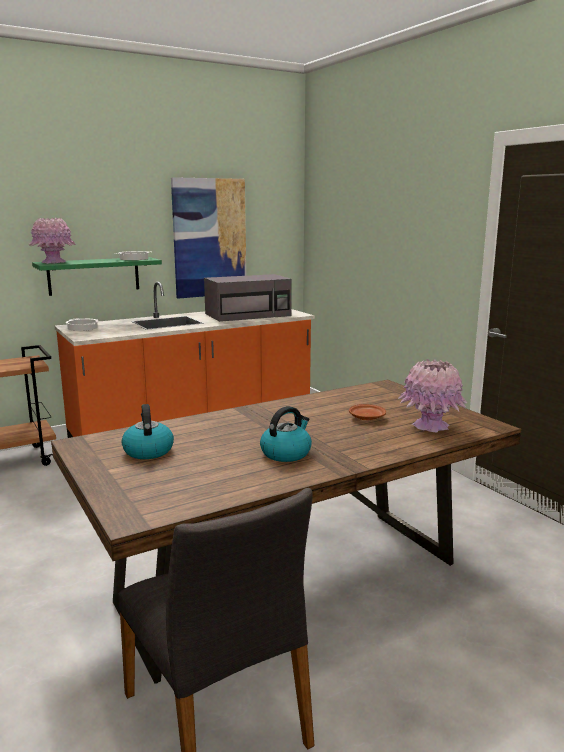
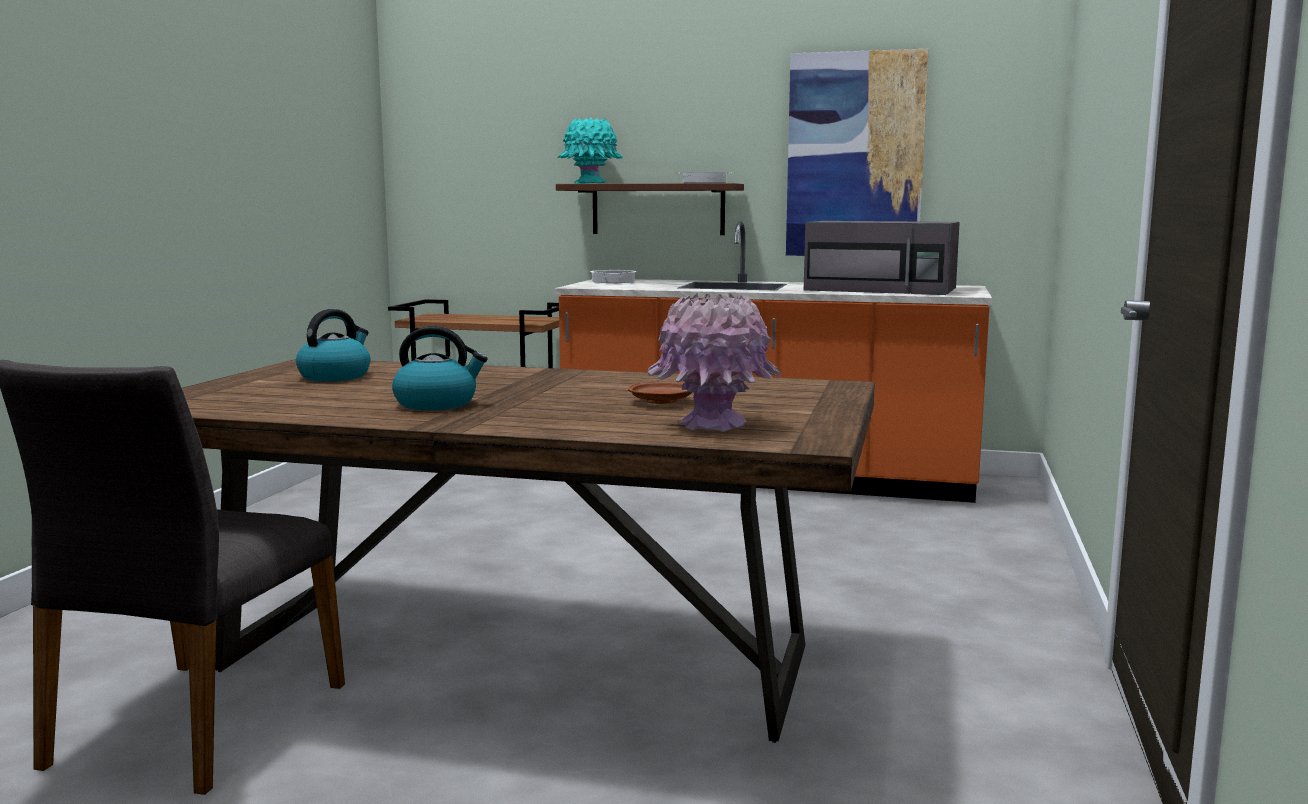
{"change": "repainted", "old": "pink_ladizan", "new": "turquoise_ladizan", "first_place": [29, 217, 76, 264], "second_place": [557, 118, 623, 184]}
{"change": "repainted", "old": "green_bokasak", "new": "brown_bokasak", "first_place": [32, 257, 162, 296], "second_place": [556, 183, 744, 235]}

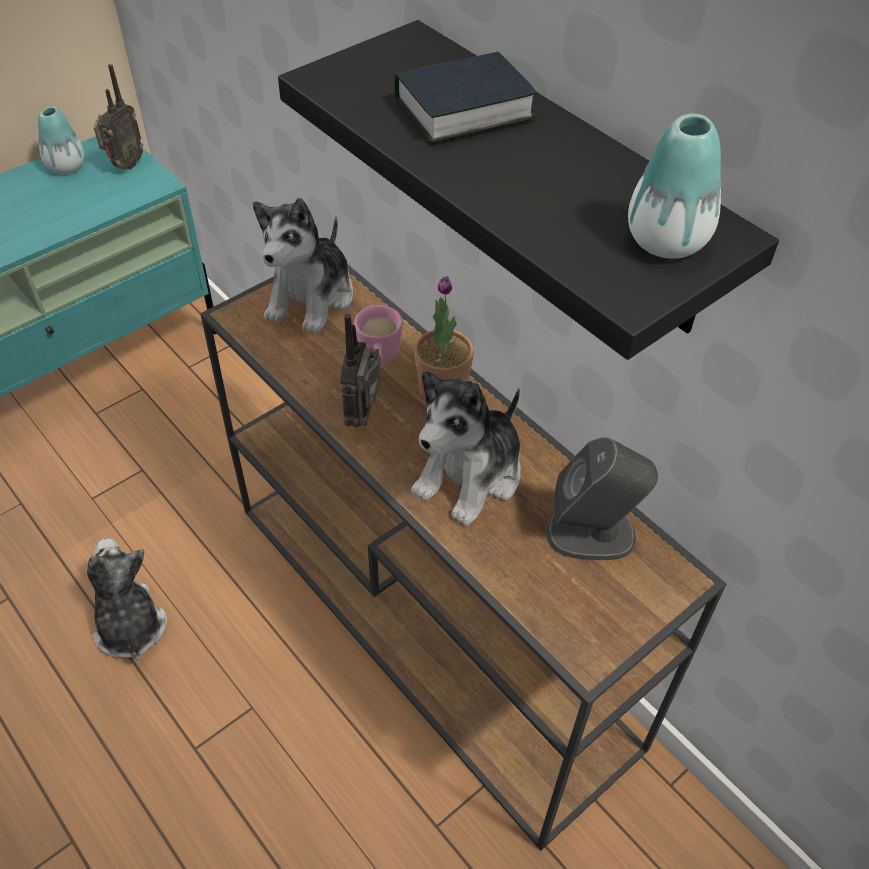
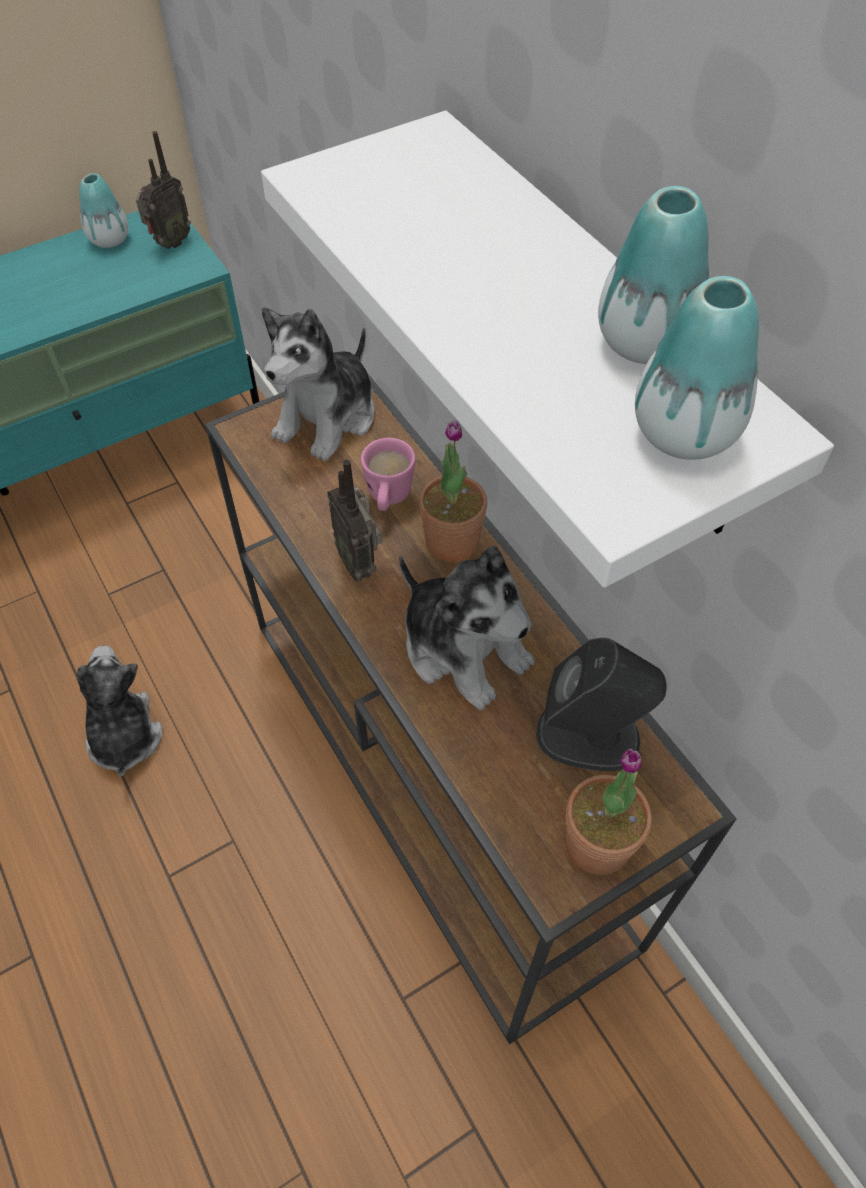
{"change": "repainted", "old": "black_bokasak", "new": "white_bokasak", "first_place": [278, 20, 779, 360], "second_place": [261, 111, 834, 588]}
{"change": "gone", "old": "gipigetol", "first_place": [394, 51, 537, 143]}
{"change": "rotated", "old": "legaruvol", "first_place": [341, 314, 381, 427], "second_place": [327, 460, 383, 582], "degrees": -45}
{"change": "rotated", "old": "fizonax", "first_place": [411, 371, 521, 526], "second_place": [399, 546, 535, 710], "degrees": -90}
{"change": "new", "new": "ladizan", "second_place": [598, 186, 709, 364]}
{"change": "new", "new": "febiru", "second_place": [565, 749, 652, 875]}

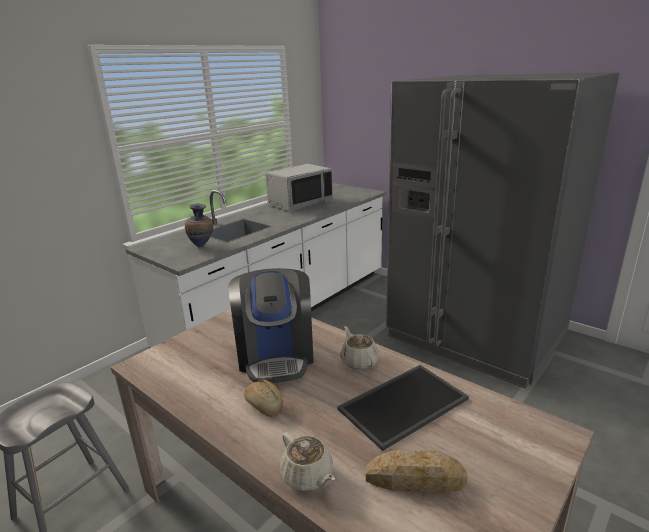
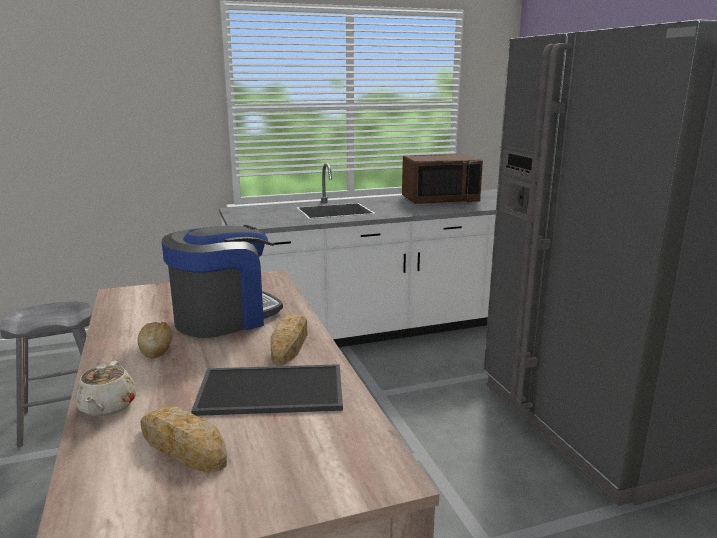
{"change": "repainted", "old": "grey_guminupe", "new": "brown_guminupe", "first_place": [265, 164, 333, 212], "second_place": [402, 154, 483, 204]}
{"change": "gone", "old": "ladizan", "first_place": [185, 204, 213, 247]}
{"change": "rotated", "old": "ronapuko", "first_place": [228, 268, 314, 383], "second_place": [162, 225, 283, 338], "degrees": -150}
{"change": "swapped", "old": "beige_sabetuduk", "new": "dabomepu", "first_place": [340, 326, 379, 370], "second_place": [270, 314, 307, 365]}

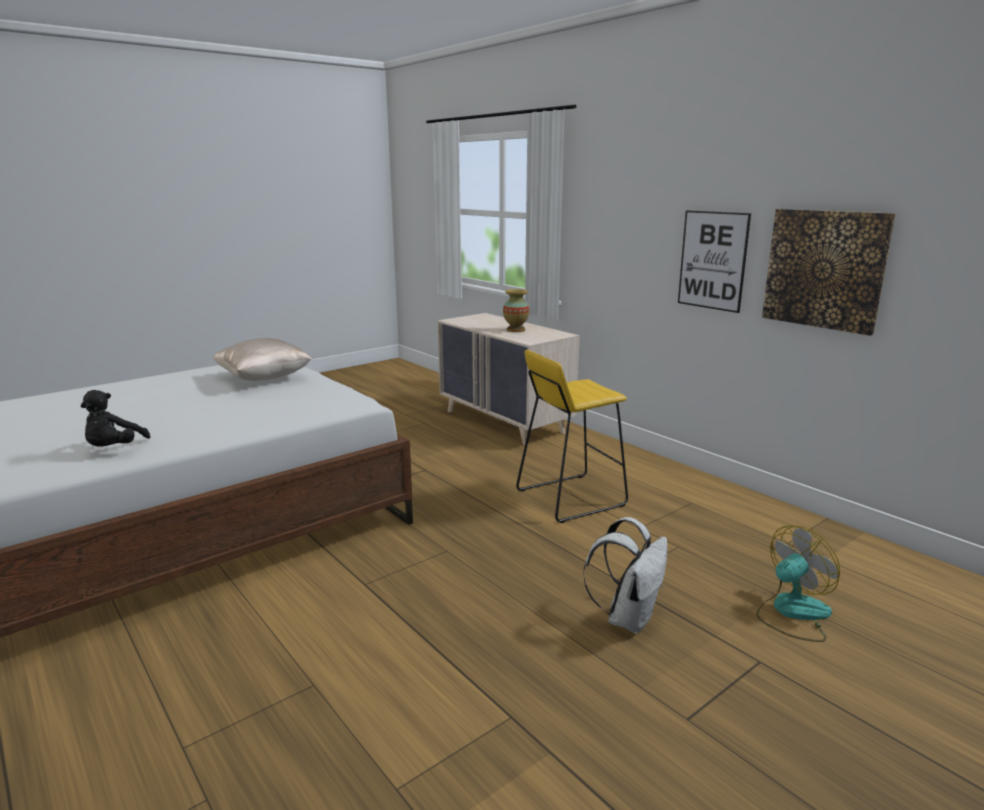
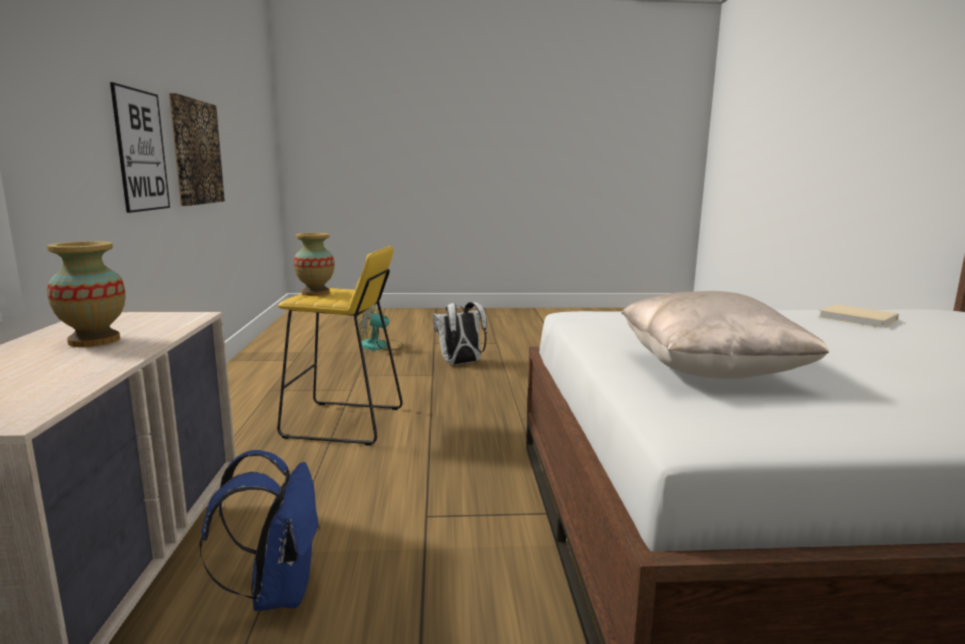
{"change": "swapped", "old": "black_fizonax", "new": "beige_gipigetol", "first_place": [81, 390, 150, 447], "second_place": [819, 304, 899, 328]}
{"change": "new", "new": "ladizan", "second_place": [294, 233, 334, 296]}
{"change": "new", "new": "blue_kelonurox", "second_place": [199, 450, 320, 611]}

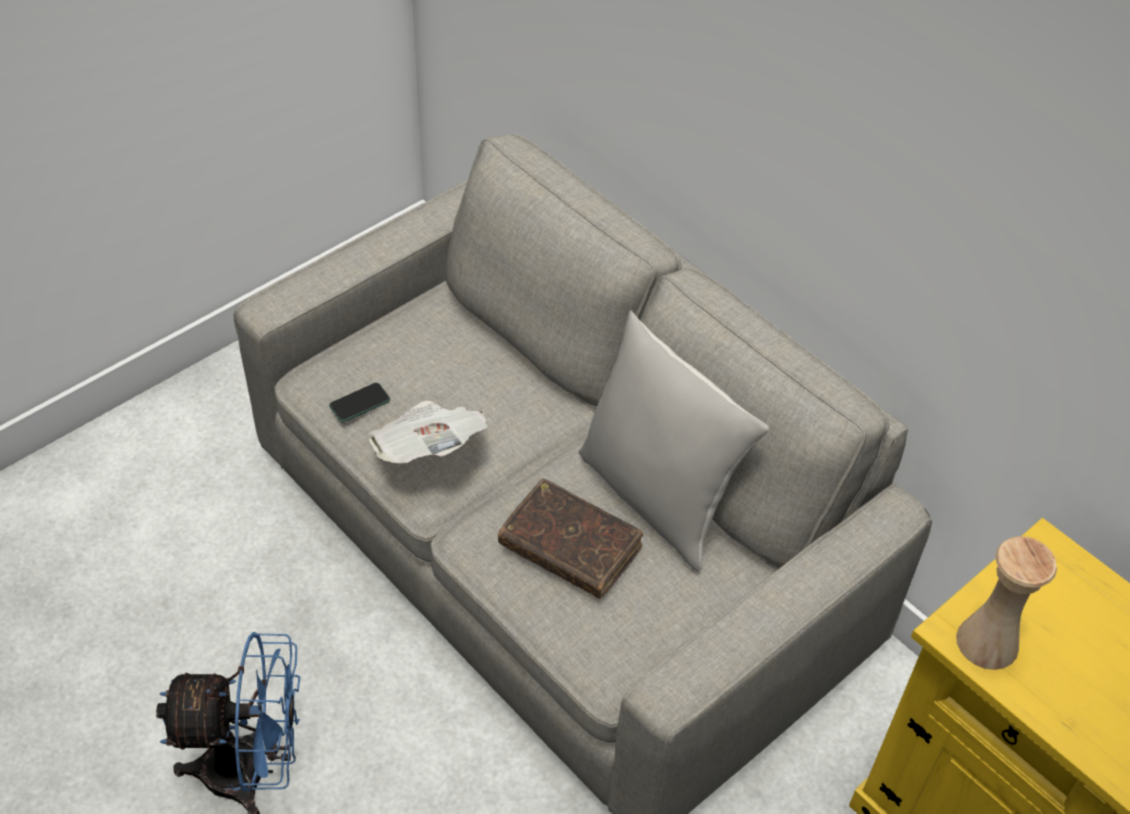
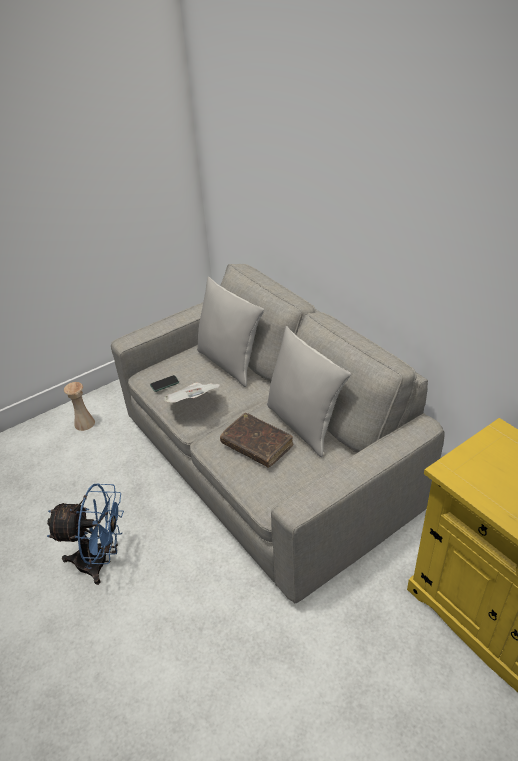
{"change": "shifted", "old": "beige_ladizan", "first_place": [956, 536, 1057, 670], "second_place": [64, 382, 95, 431]}
{"change": "new", "new": "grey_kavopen", "second_place": [197, 276, 264, 387]}

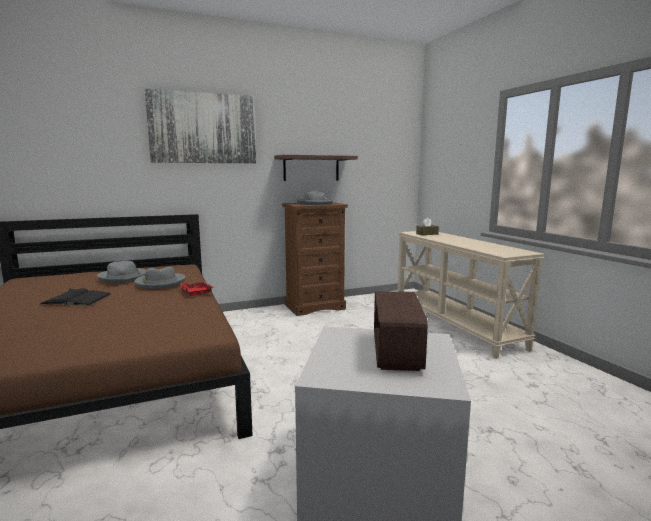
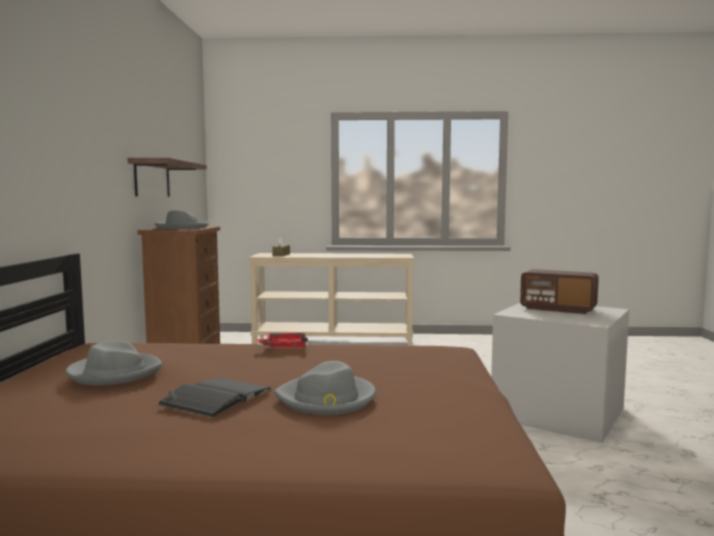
{"change": "gone", "old": "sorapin", "first_place": [145, 89, 256, 163]}
{"change": "shifted", "old": "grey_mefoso", "first_place": [134, 267, 185, 289], "second_place": [274, 361, 376, 415]}

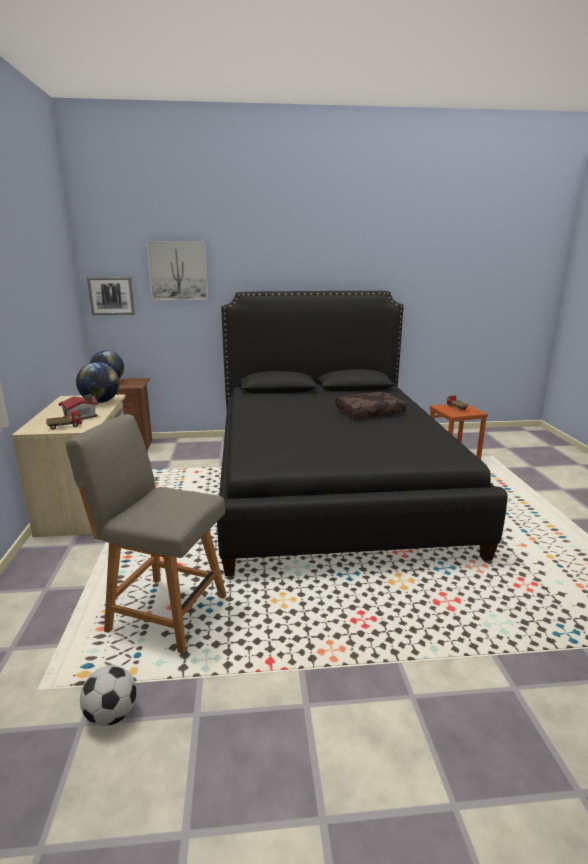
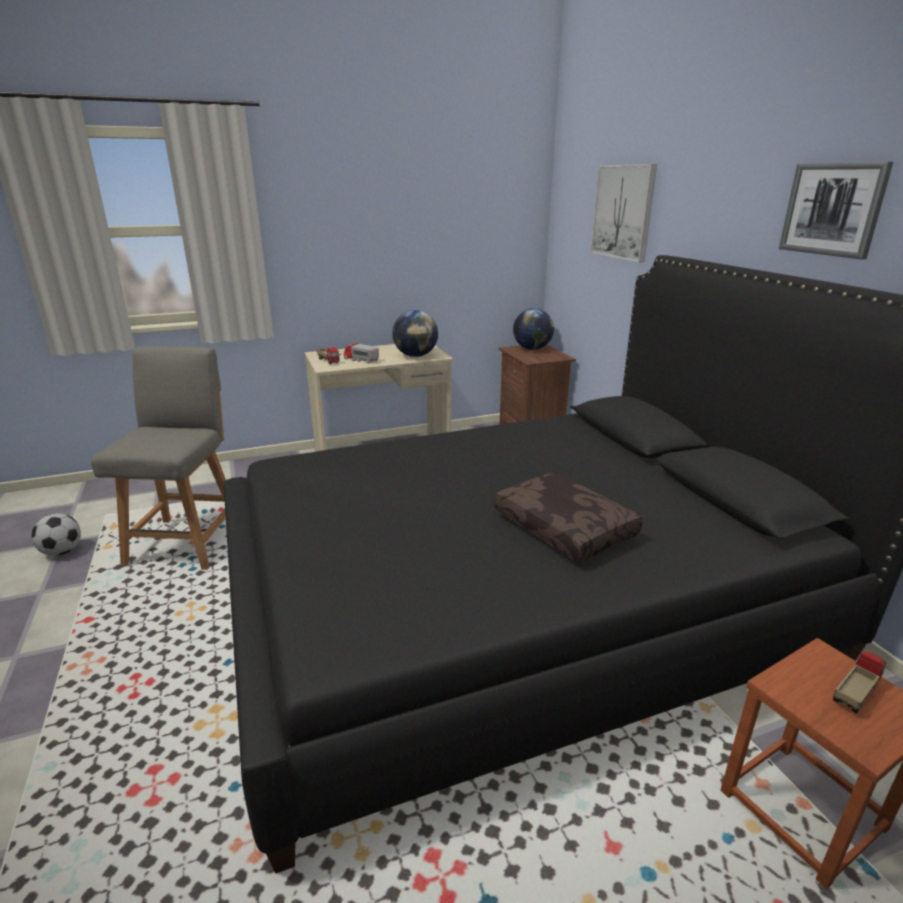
{"change": "shifted", "old": "sorapin", "first_place": [87, 277, 135, 315], "second_place": [779, 162, 893, 259]}
{"change": "swapped", "old": "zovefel", "new": "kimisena", "first_place": [58, 394, 98, 420], "second_place": [343, 343, 379, 364]}

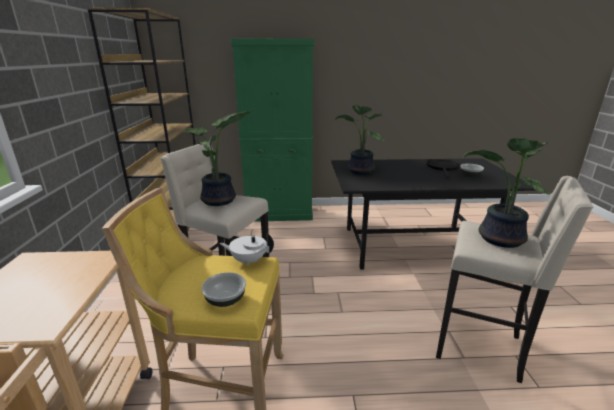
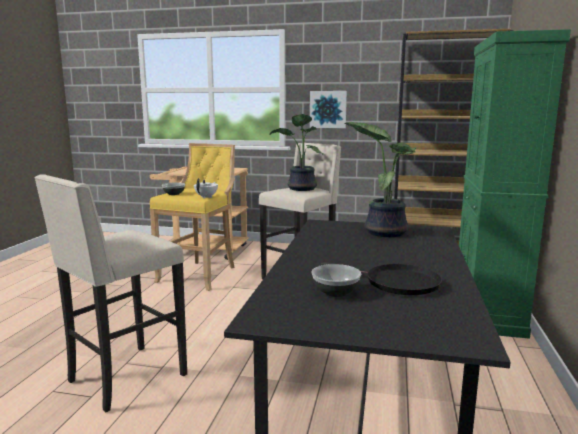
{"change": "gone", "old": "febiru", "first_place": [463, 138, 550, 248]}
{"change": "new", "new": "sorapin", "second_place": [310, 91, 347, 128]}

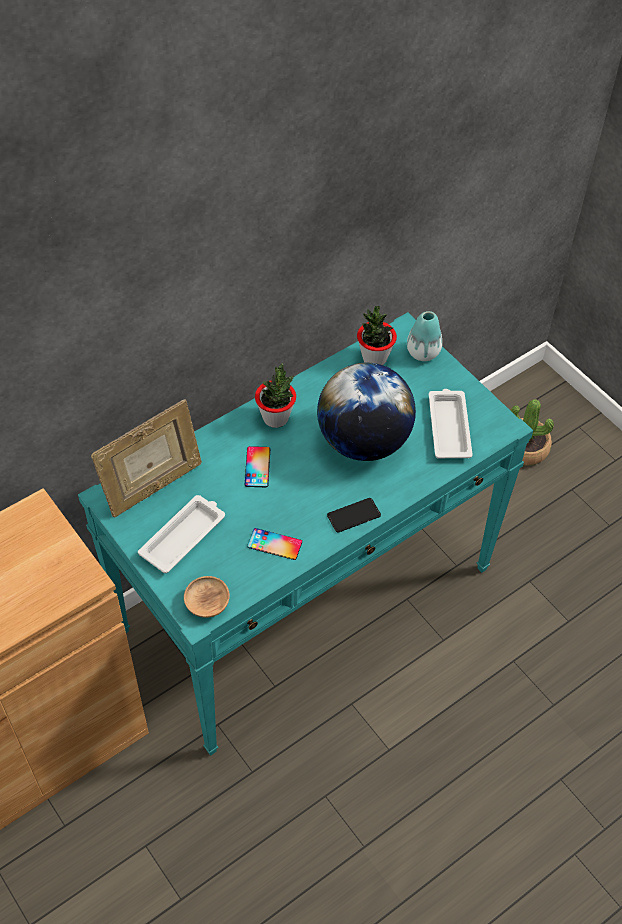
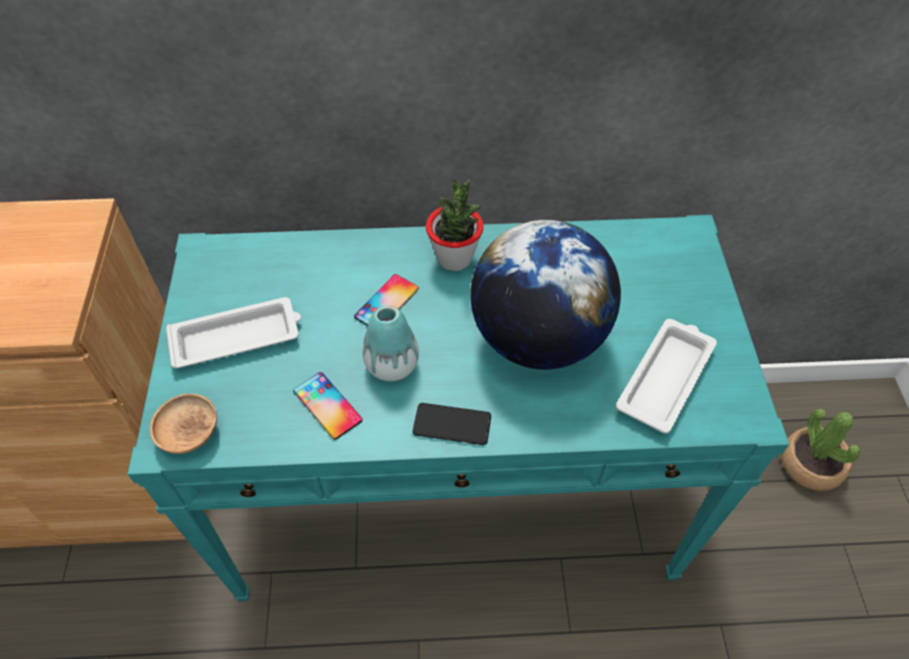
{"change": "gone", "old": "febiru", "first_place": [357, 306, 397, 365]}
{"change": "shifted", "old": "ladizan", "first_place": [407, 311, 442, 361], "second_place": [362, 306, 419, 381]}
{"change": "gone", "old": "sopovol", "first_place": [91, 399, 202, 517]}

